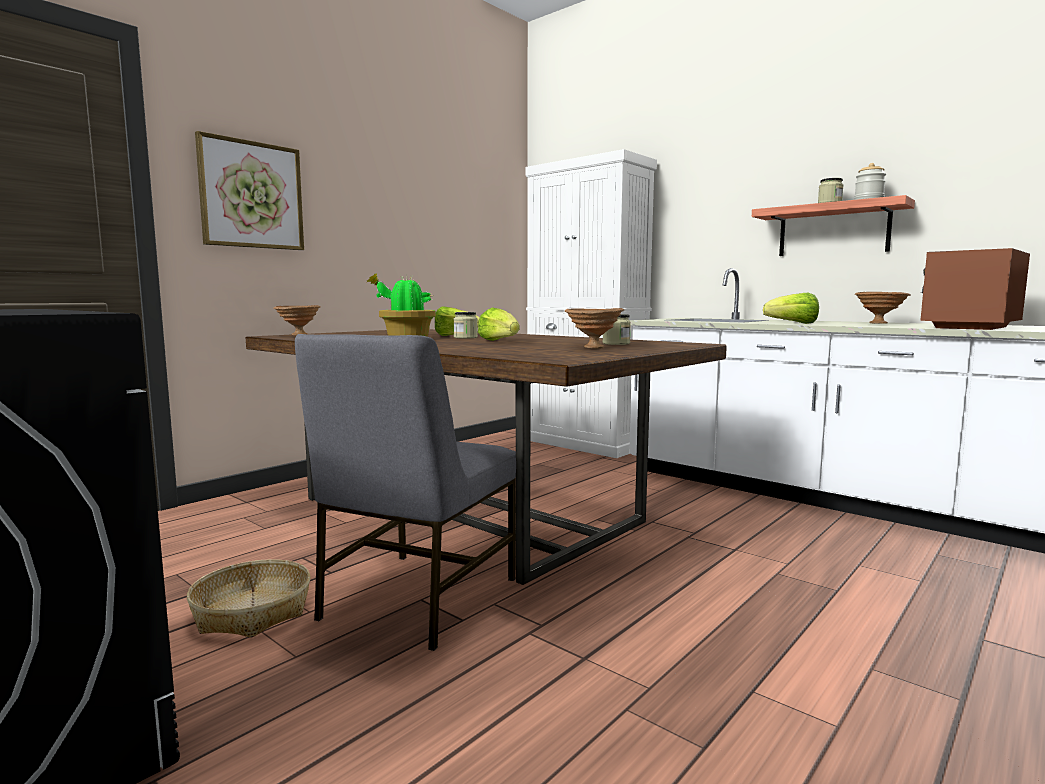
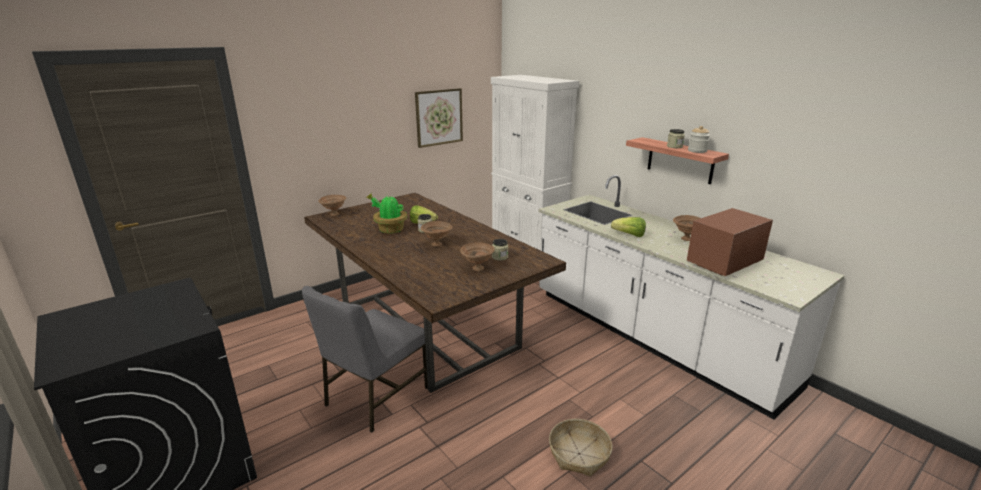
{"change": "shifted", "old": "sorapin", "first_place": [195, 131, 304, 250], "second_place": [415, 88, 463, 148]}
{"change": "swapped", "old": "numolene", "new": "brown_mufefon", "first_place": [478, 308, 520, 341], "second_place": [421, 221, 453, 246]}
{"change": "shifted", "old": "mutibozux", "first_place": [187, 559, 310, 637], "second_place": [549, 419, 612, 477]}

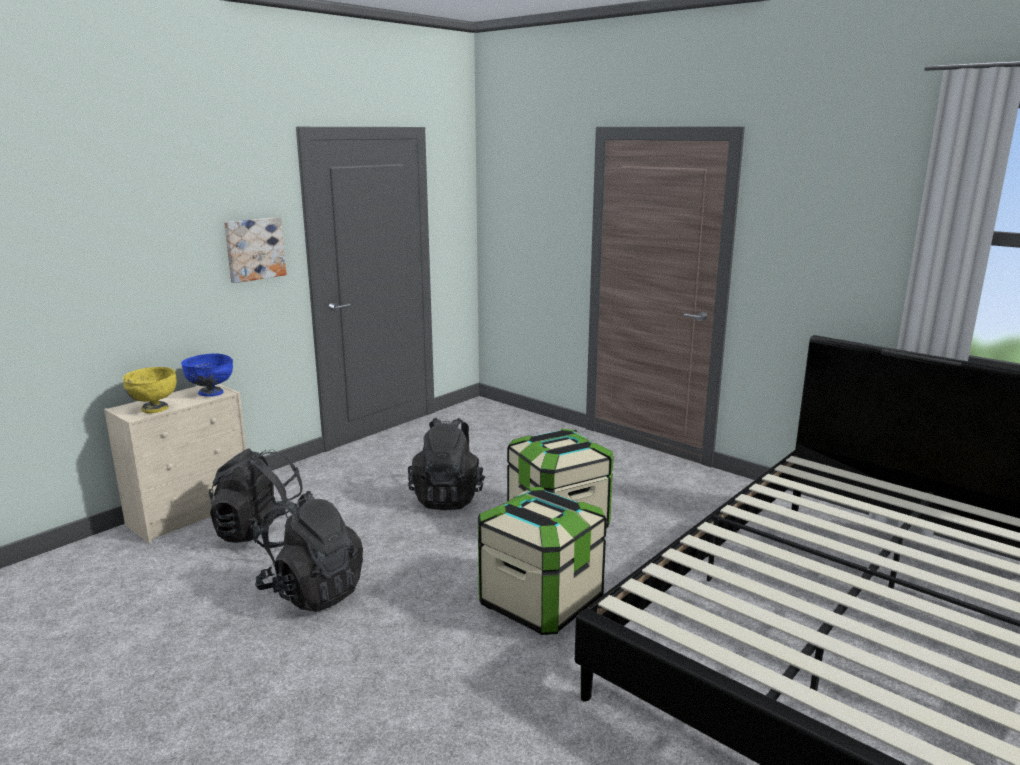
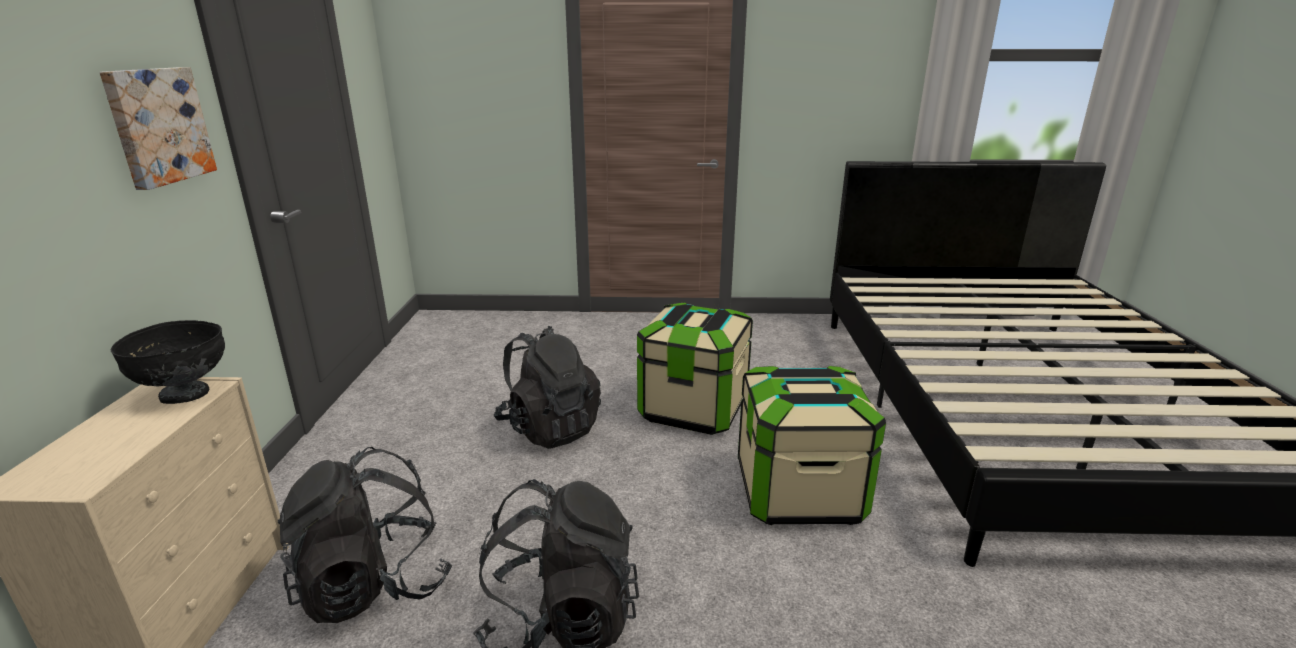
{"change": "repainted", "old": "blue_mufefon", "new": "black_mufefon", "first_place": [181, 353, 233, 397], "second_place": [111, 320, 225, 404]}
{"change": "gone", "old": "yellow_mufefon", "first_place": [123, 367, 177, 413]}

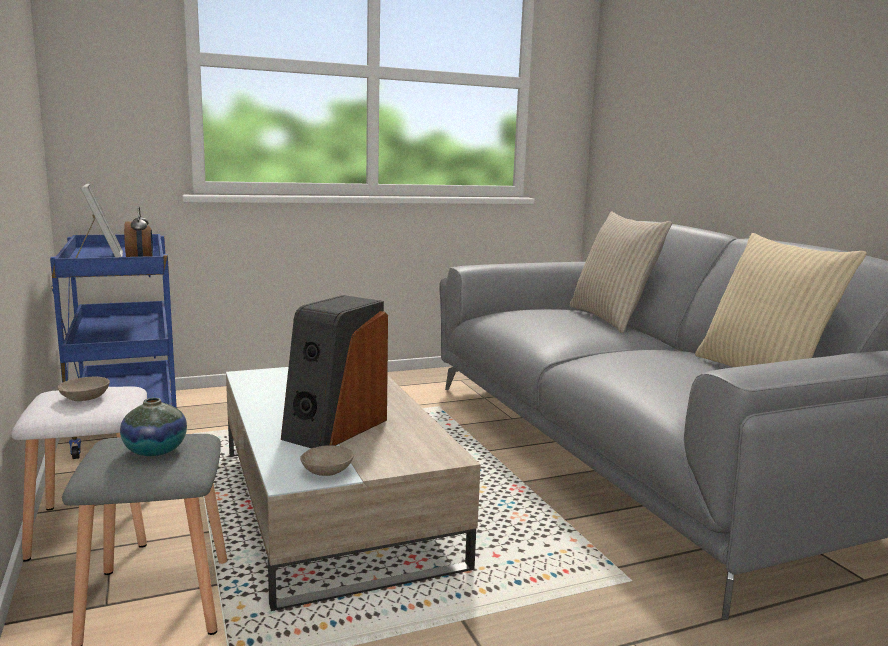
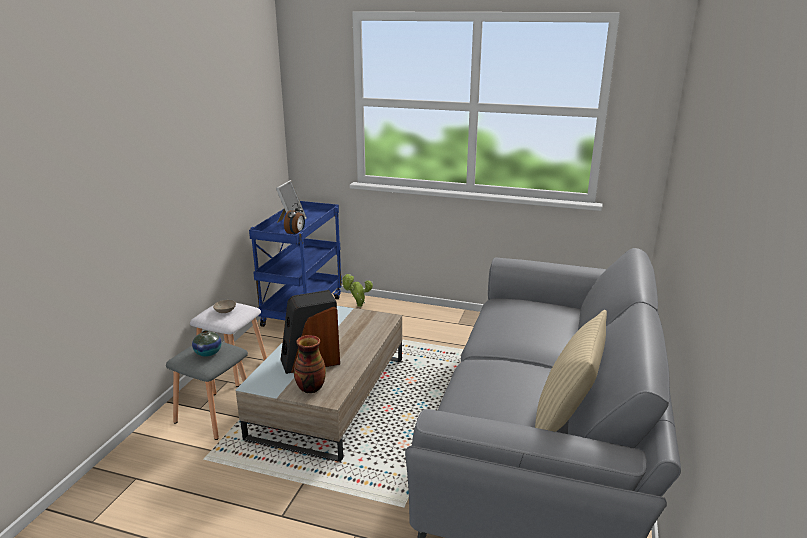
{"change": "gone", "old": "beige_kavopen", "first_place": [569, 212, 672, 333]}
{"change": "gone", "old": "beige_mufefon", "first_place": [300, 446, 354, 476]}
{"change": "new", "new": "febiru", "second_place": [342, 274, 373, 307]}
{"change": "new", "new": "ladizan", "second_place": [294, 335, 326, 393]}

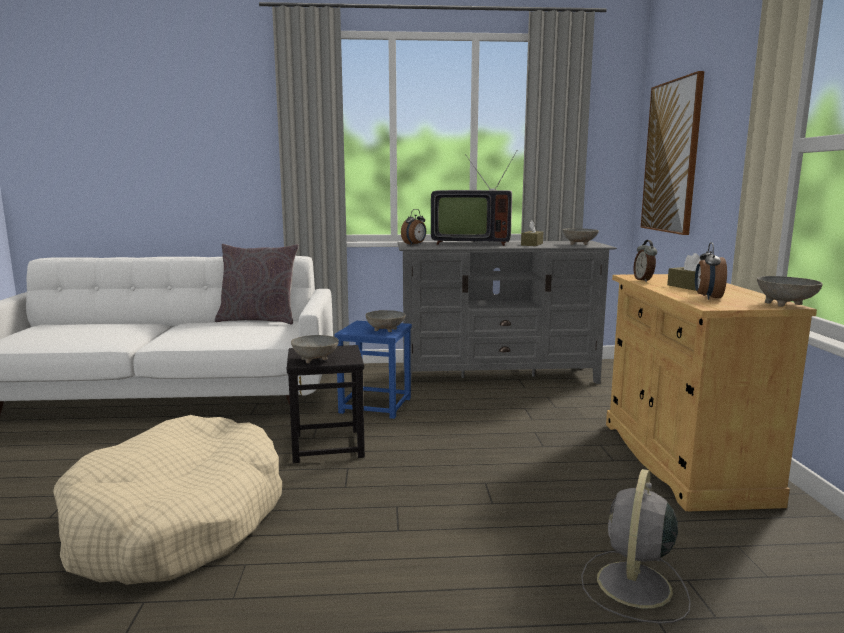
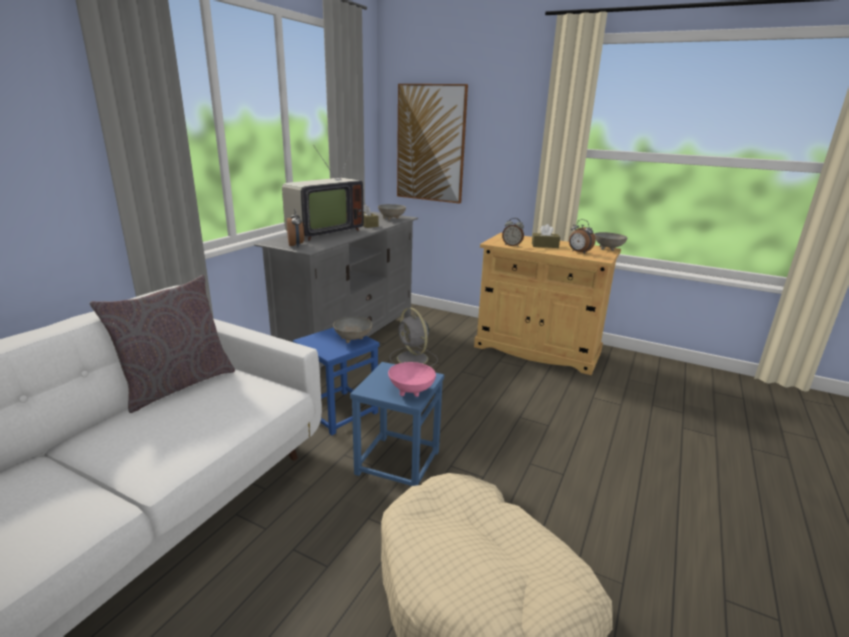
{"change": "repainted", "old": "grey_mufefon", "new": "pink_mufefon", "first_place": [291, 335, 339, 364], "second_place": [388, 362, 436, 397]}
{"change": "repainted", "old": "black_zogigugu", "new": "blue_zogigugu", "first_place": [287, 345, 365, 463], "second_place": [350, 362, 444, 486]}
{"change": "shifted", "old": "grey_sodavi", "first_place": [581, 469, 691, 624], "second_place": [390, 308, 438, 367]}

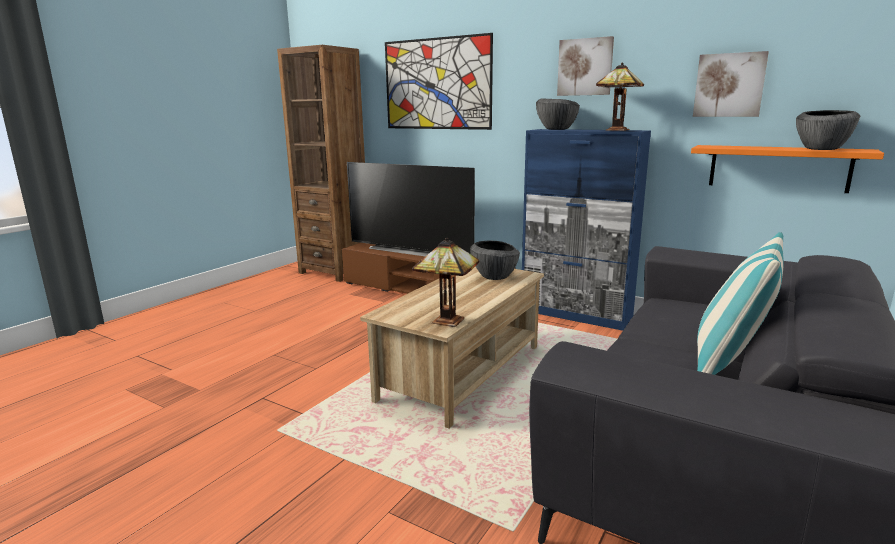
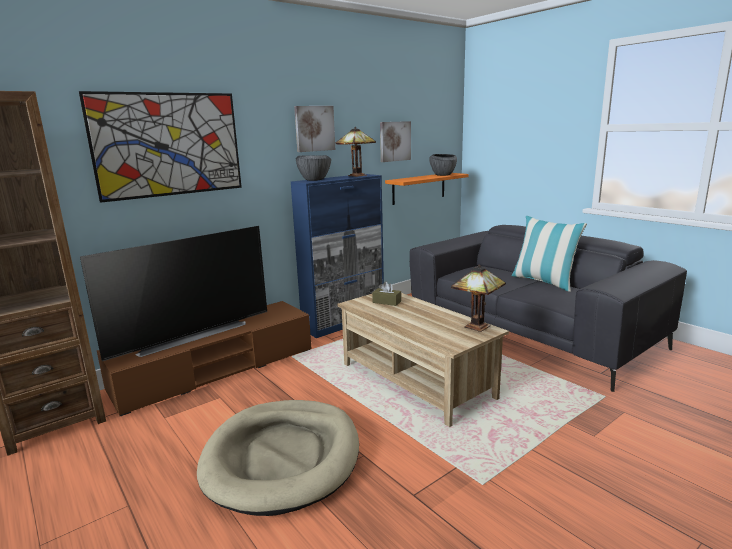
{"change": "swapped", "old": "mufefon", "new": "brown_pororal", "first_place": [470, 241, 520, 280], "second_place": [372, 281, 401, 306]}
{"change": "new", "new": "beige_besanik", "second_place": [197, 400, 359, 516]}

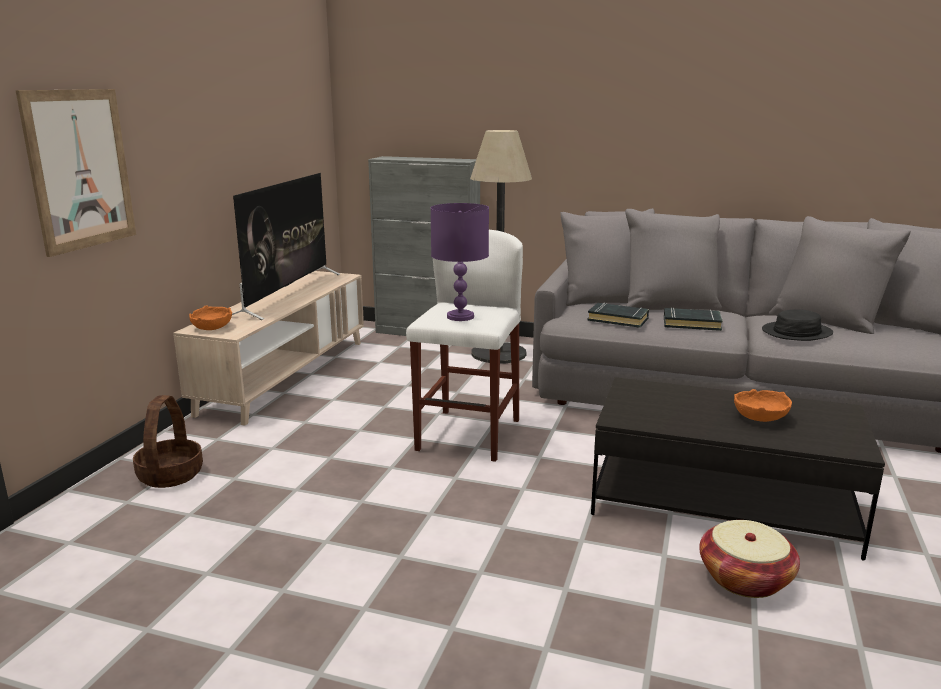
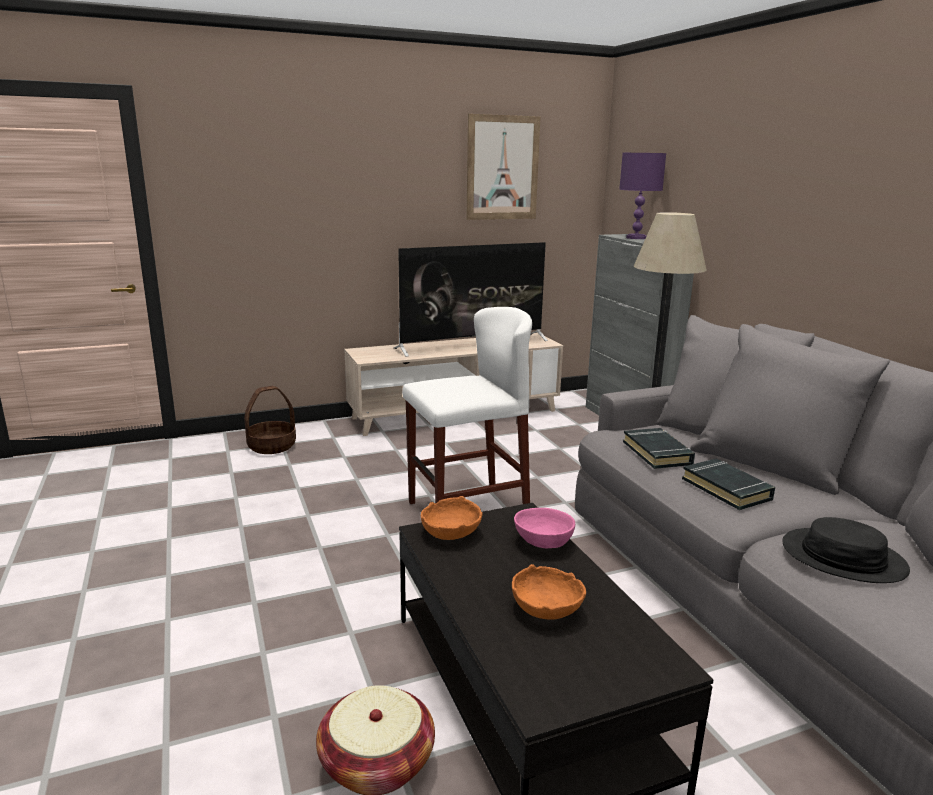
{"change": "shifted", "old": "sorapin", "first_place": [16, 89, 136, 257], "second_place": [466, 114, 541, 220]}
{"change": "shifted", "old": "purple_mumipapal", "first_place": [431, 203, 489, 321], "second_place": [619, 153, 666, 239]}
{"change": "shifted", "old": "orange_mufefon", "first_place": [189, 305, 232, 330], "second_place": [421, 496, 482, 540]}
{"change": "new", "new": "pink_mufefon", "second_place": [514, 508, 575, 548]}

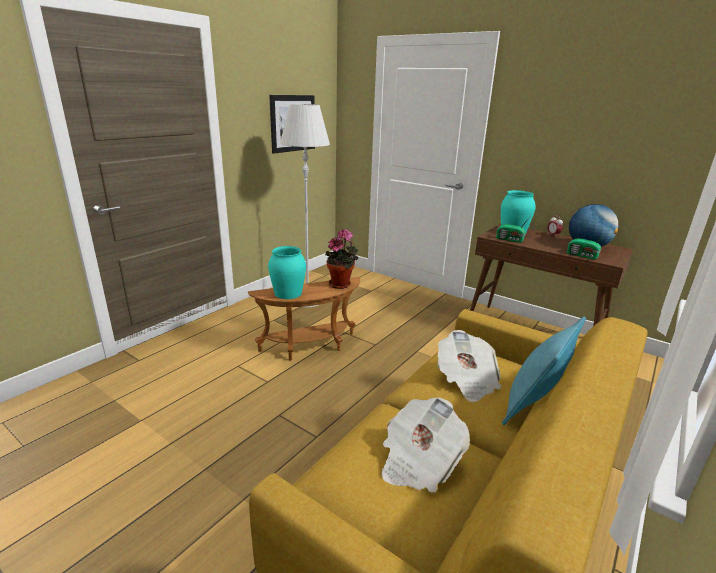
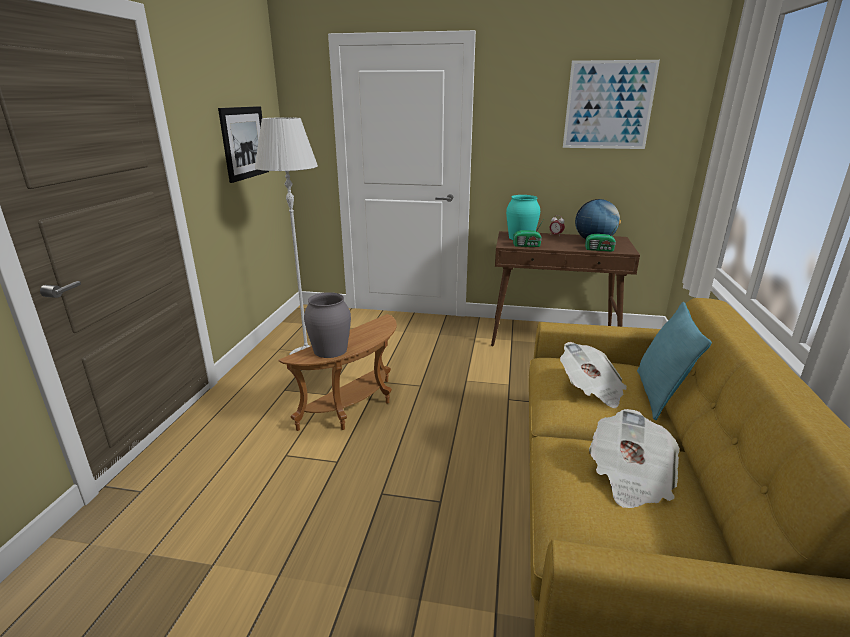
{"change": "gone", "old": "febiru", "first_place": [325, 229, 358, 289]}
{"change": "repainted", "old": "turquoise_ladizan", "new": "grey_ladizan", "first_place": [268, 246, 306, 299], "second_place": [304, 292, 351, 358]}
{"change": "new", "new": "sorapin", "second_place": [563, 60, 660, 149]}

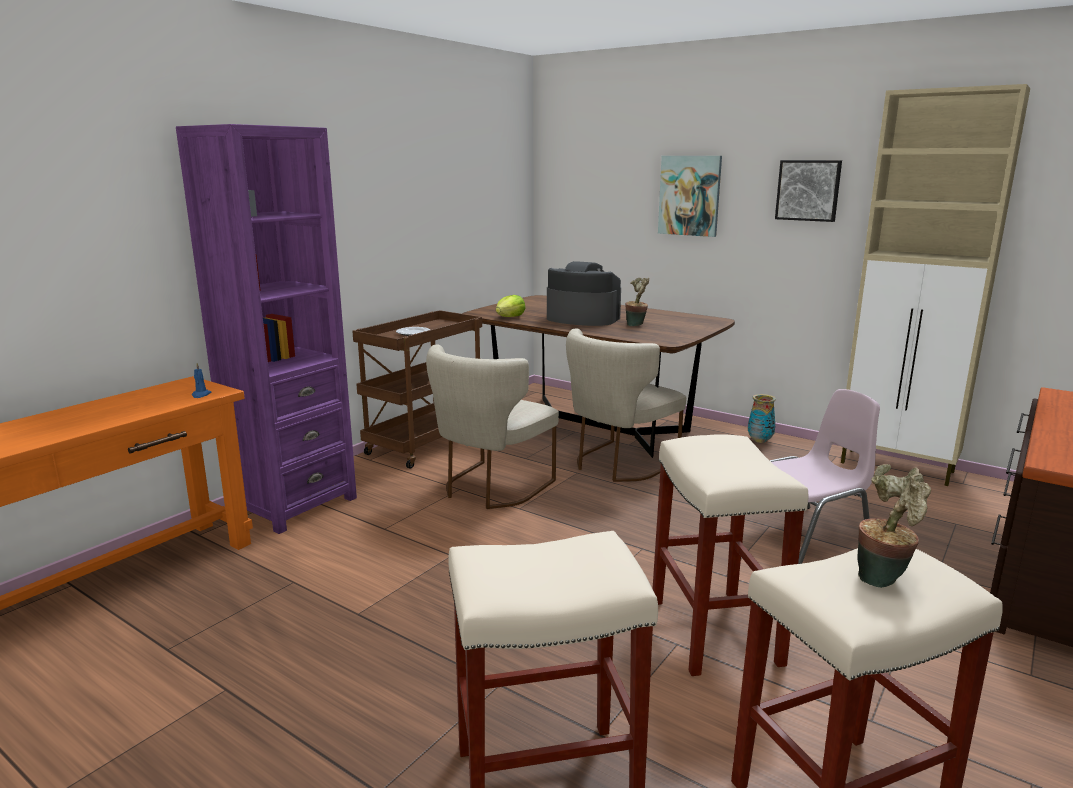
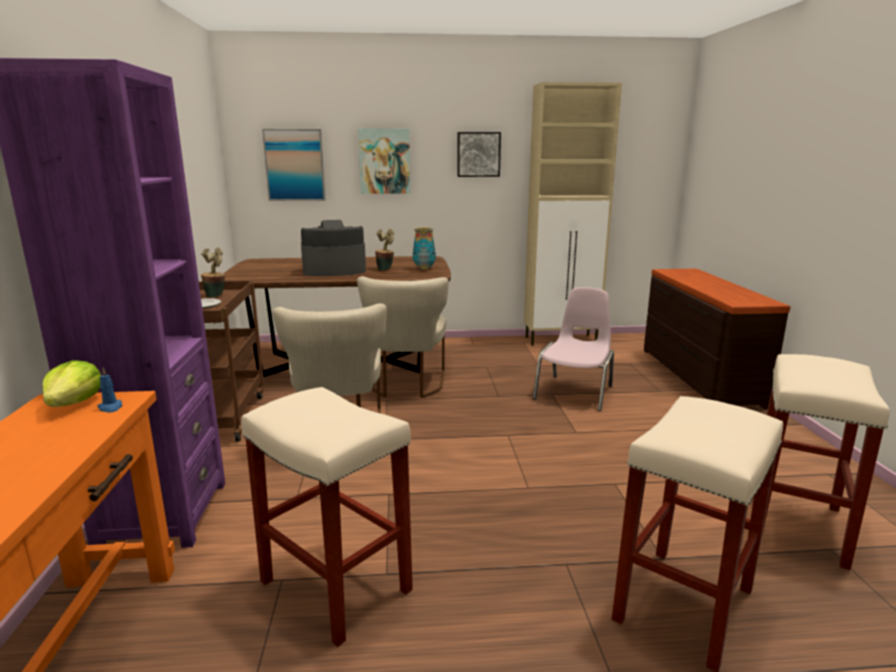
{"change": "shifted", "old": "numolene", "first_place": [496, 295, 525, 317], "second_place": [43, 360, 101, 407]}
{"change": "shifted", "old": "ladizan", "first_place": [748, 394, 776, 443], "second_place": [413, 227, 436, 270]}
{"change": "shifted", "old": "beige_zogigugu", "first_place": [652, 434, 808, 676], "second_place": [241, 387, 413, 647]}
{"change": "shifted", "old": "febiru", "first_place": [857, 464, 931, 588], "second_place": [201, 247, 225, 297]}
{"change": "new", "new": "sorapin", "second_place": [262, 129, 326, 201]}

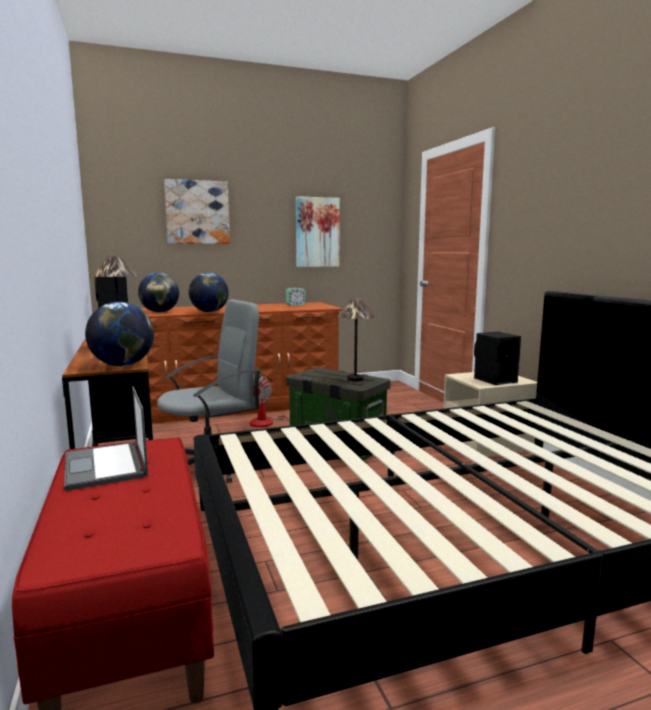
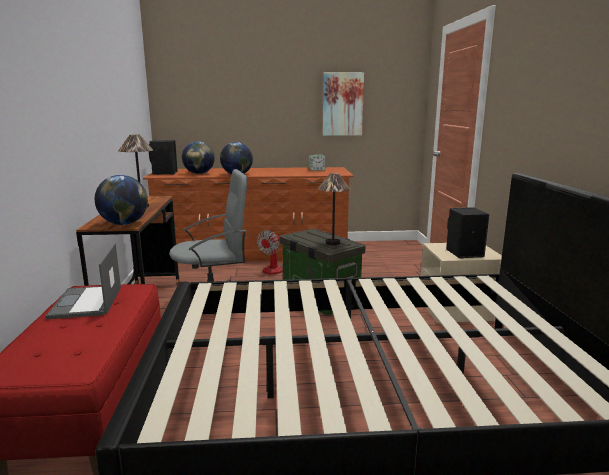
{"change": "gone", "old": "sorapin", "first_place": [164, 179, 230, 244]}

